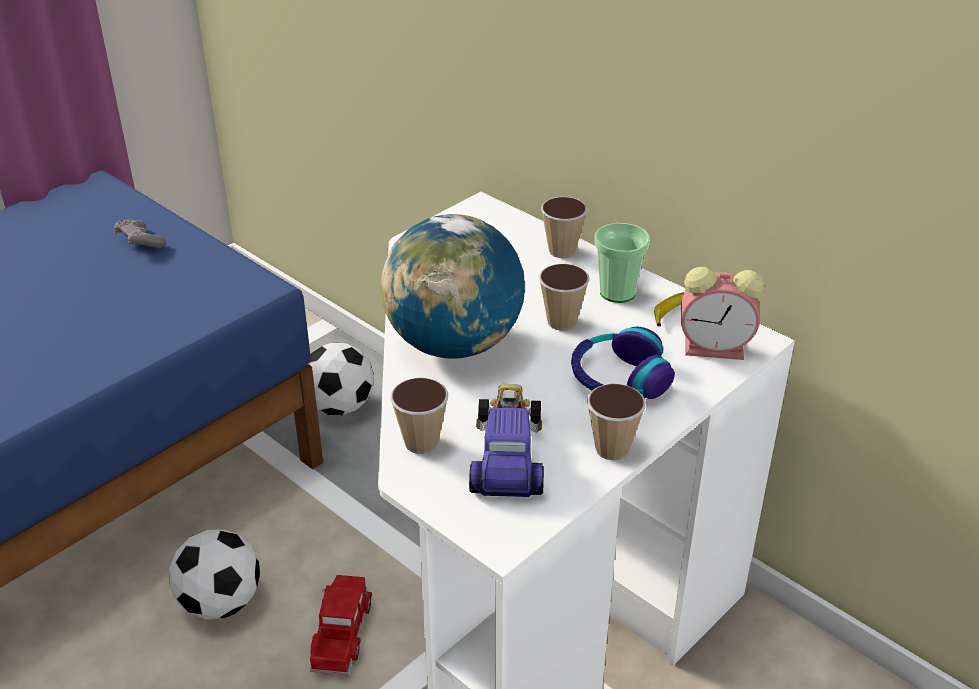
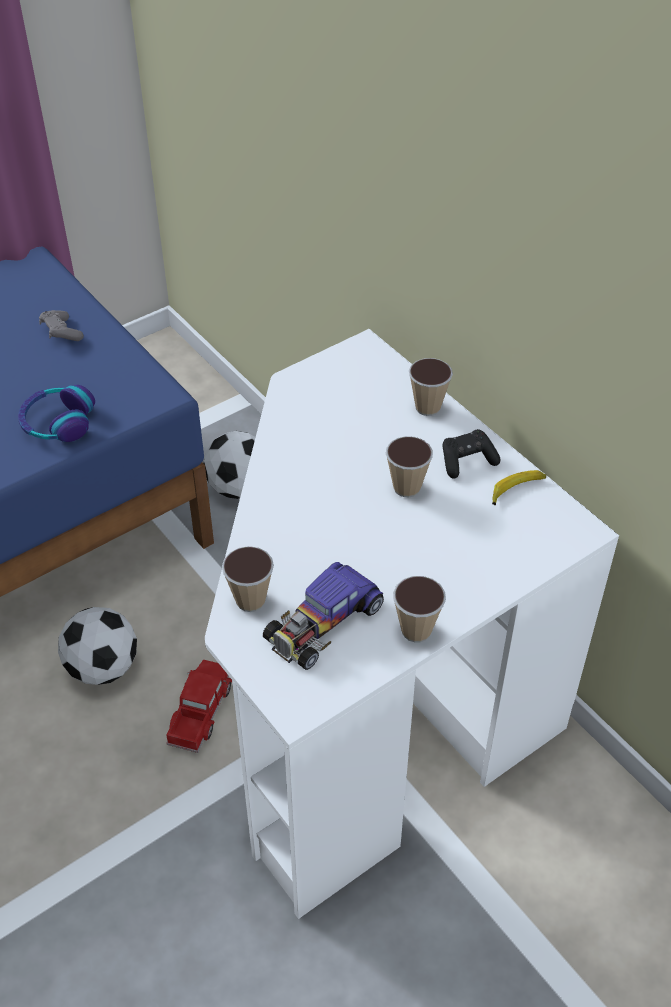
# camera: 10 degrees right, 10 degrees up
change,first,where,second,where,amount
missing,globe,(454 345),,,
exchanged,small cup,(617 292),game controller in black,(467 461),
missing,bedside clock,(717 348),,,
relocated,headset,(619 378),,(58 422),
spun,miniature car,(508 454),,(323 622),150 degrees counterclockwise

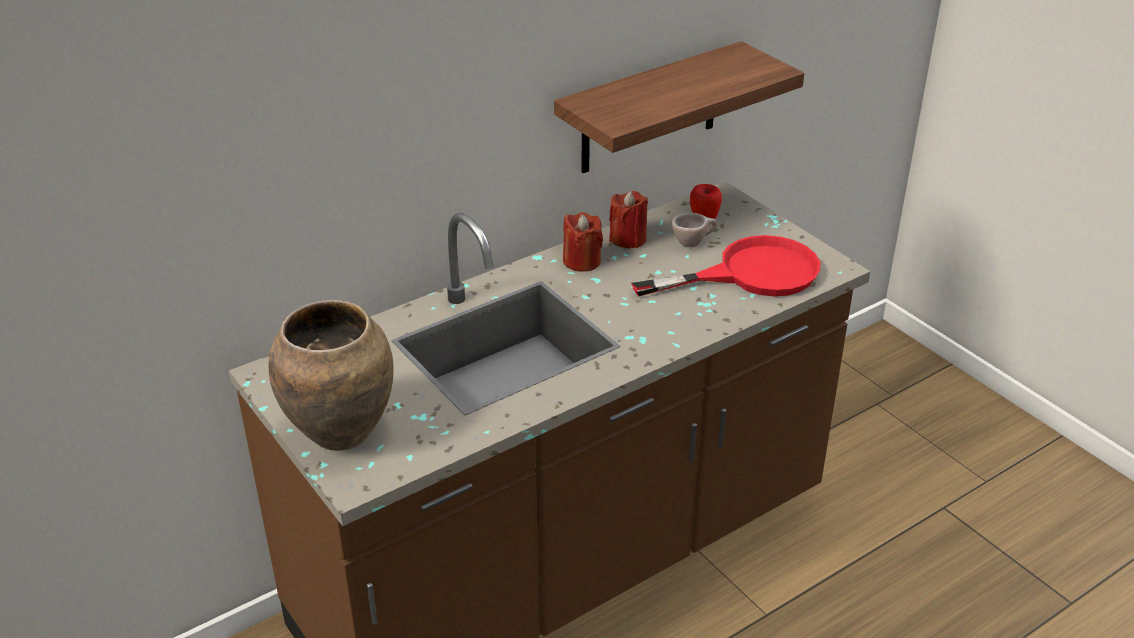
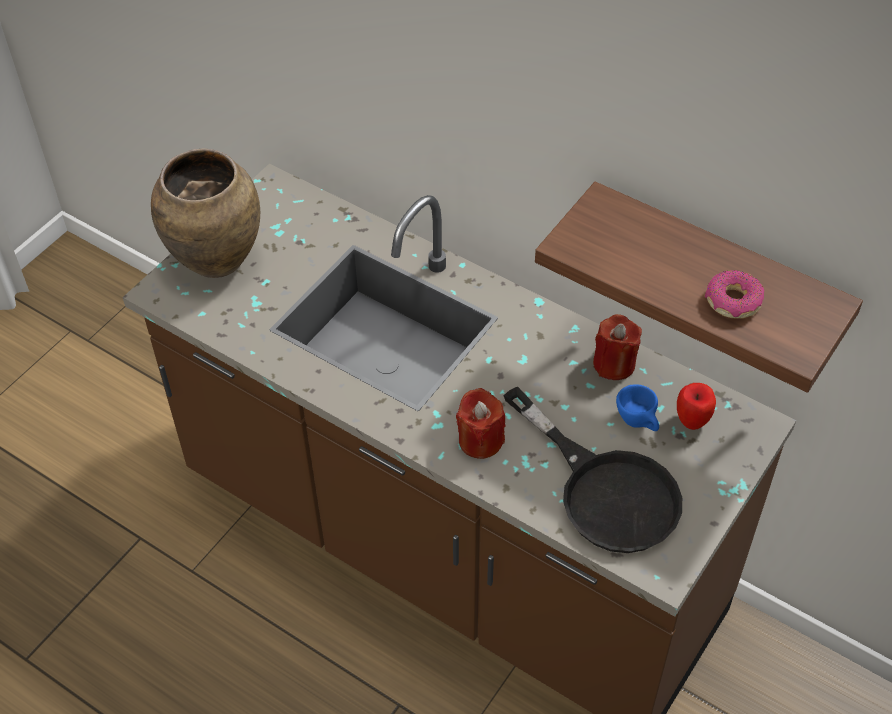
# camera: 70 degrees right, 15 degrees up
change,first,where,second,where,amount
relocated,candle in red-coloured,(582 261),,(480 440),
colour,small cup in beige-coloured,(693 243),small cup in blue-coloured,(639 423),
colour,frying pan in red-coloured,(750 274),frying pan in black,(605 490),
appeared,,,doughnut,(733 301),

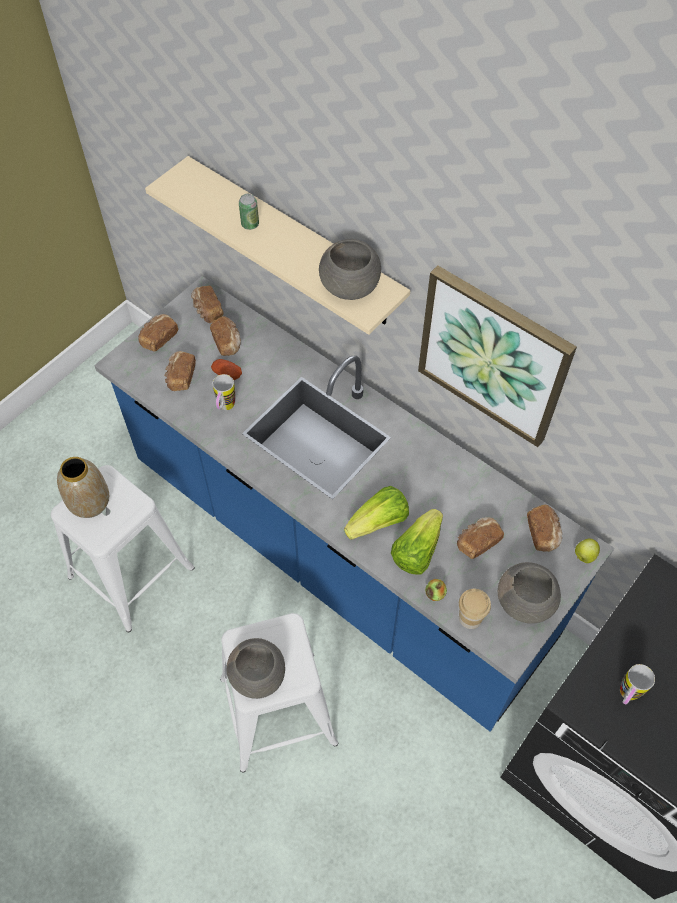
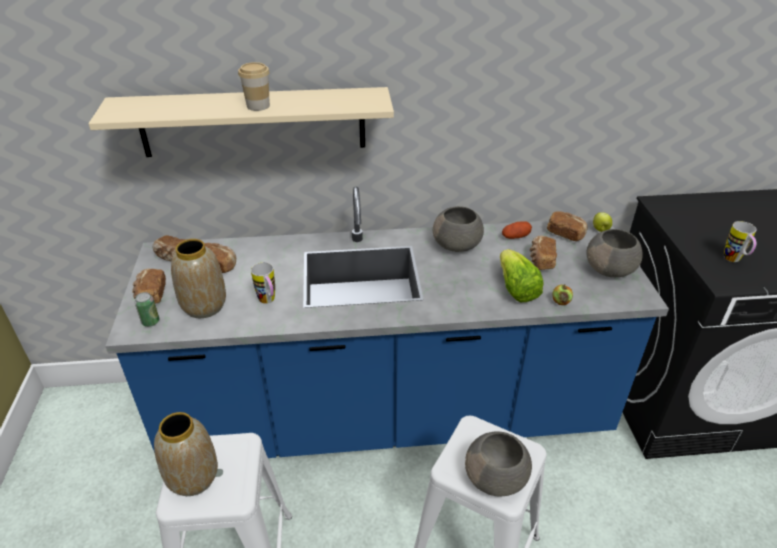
# camera: 45 degrees left, 20 degrees down
change,first,where,second,where,amount
relocated,sealed can,(250 224),,(150 322),
relocated,bowl in gray,(350 287),,(457 245),
missing,wall picture,(493 356),,,
exchanged,baked bread,(180 377),vase,(203 306),
relocated,whole potato,(227 374),,(515 237),
missing,head of lettuce,(378 522),,,
relocated,small cup,(470 617),,(258 106),

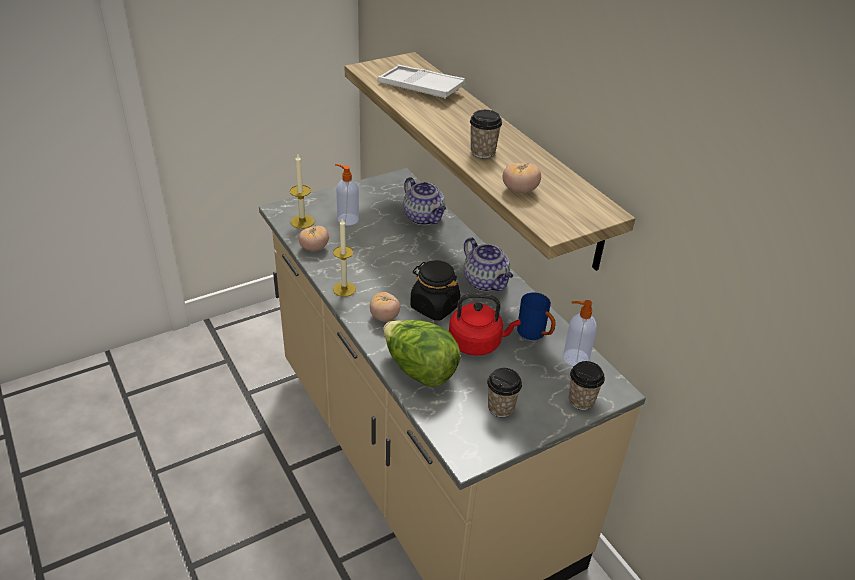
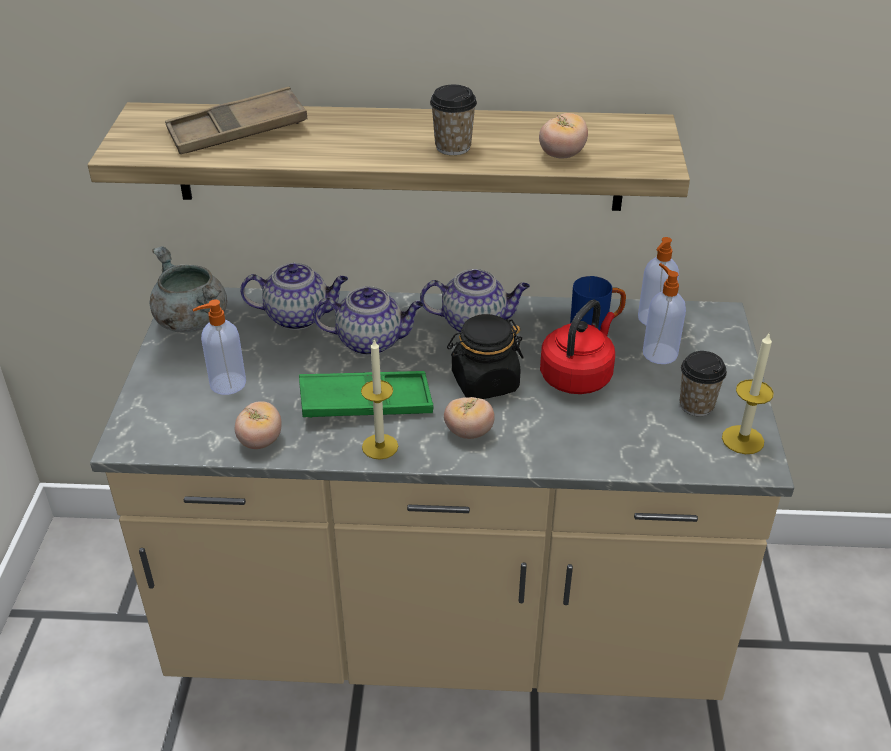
# camera: 55 degrees left, 0 degrees up
change,first,where,second,where,amount
colour,tray in whitish,(420 88),tray in brown-coloured,(238 131),
relocated,candle,(302 221),,(743 440),
missing,head of lettuce,(419 370),,,
missing,small cup,(581 400),,,
appeared,,,cooking pot in gray,(191 321),
appeared,,,liquid soap bottle,(659 353),
appeared,,,pot for tea,(371 341),
appeared,,,tray in greenish,(366 402),

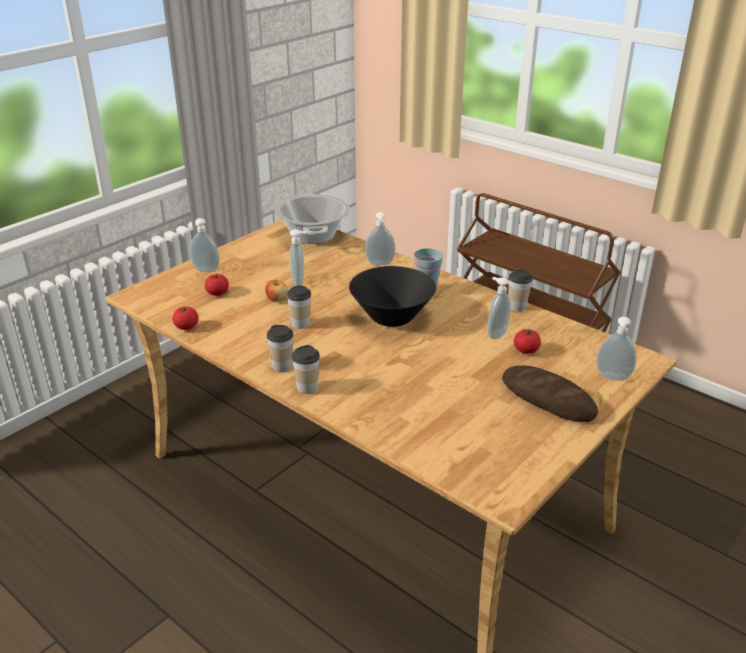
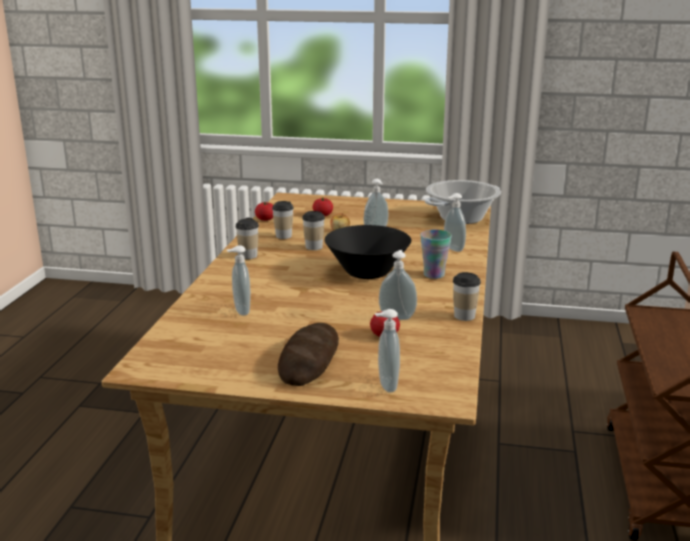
# camera: 60 degrees right, 10 degrees down
change,first,where,second,where,amount
relocated,liquid soap bottle,(205 271),,(240 311),
relocated,small cup,(307 387),,(283 236),

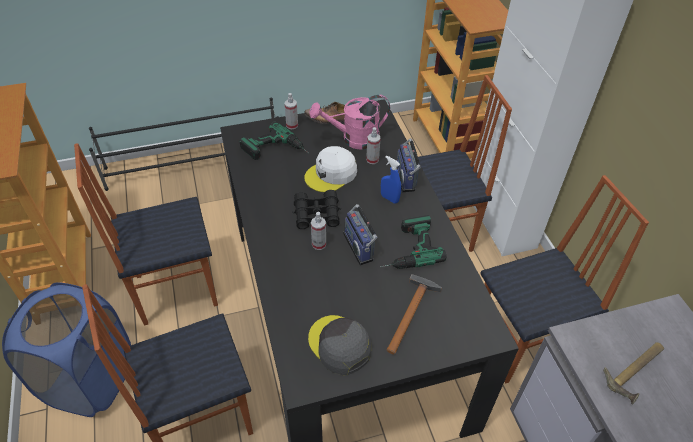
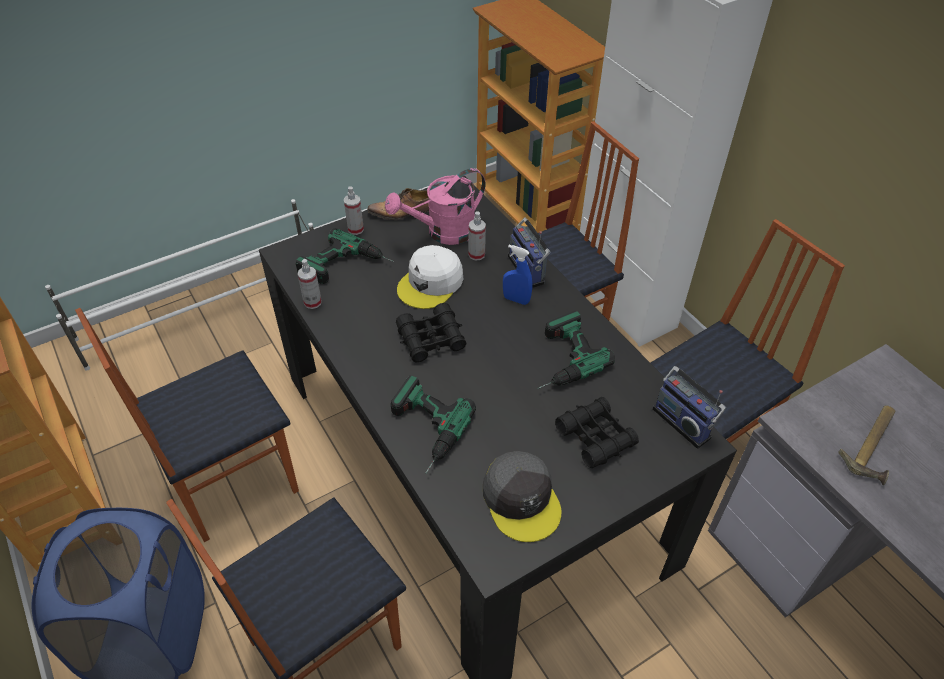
# camera: 15 degrees left, 0 degrees up
change,first,where,second,where,amount
colour,shoe rack in black,(195 163),shoe rack in whitish,(204 307),
relocated,radio,(360 246),,(683 421),
relocated,spray bottle,(319 244),,(312 302),
exchanged,tool hammer,(411 312),binoculars in black,(595 437),
spun,peaked cap in gray,(339 345),,(521 500),150 degrees counterclockwise
appeared,,,drill,(422 431),

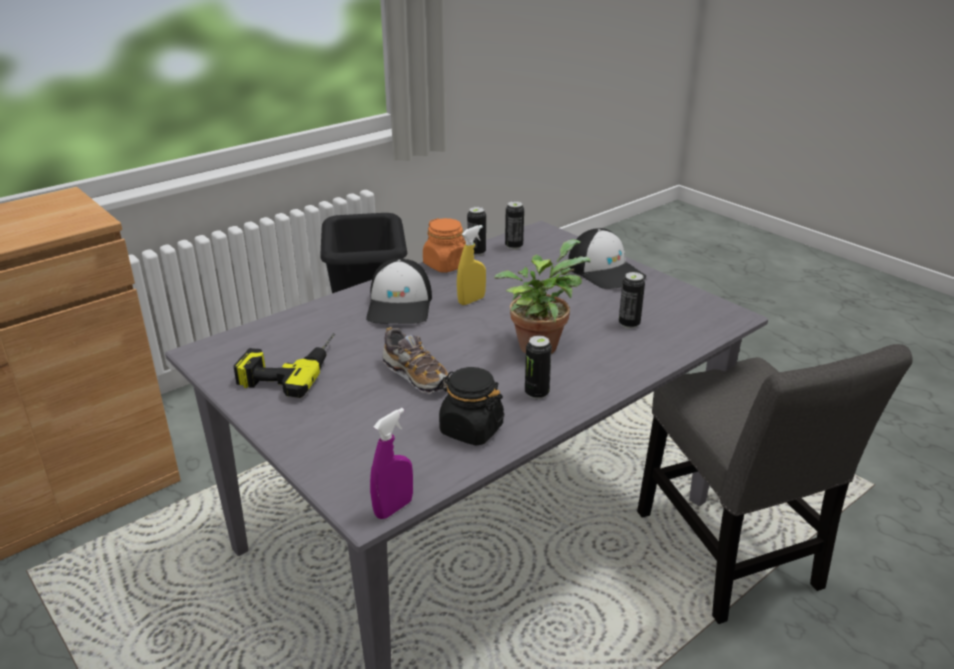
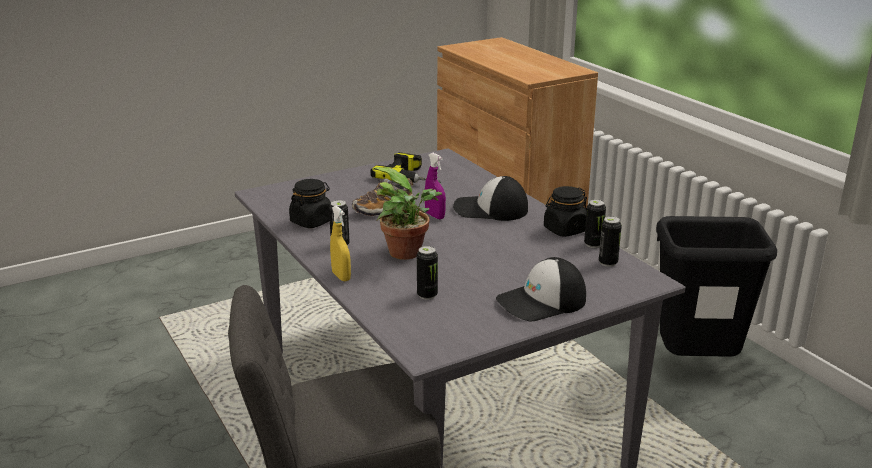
# camera: 100 degrees right, 5 degrees down
change,first,where,second,where,amount
colour,jar in orange,(446 265),jar in black,(565 230),
relocated,spray bottle in yellow,(471 300),,(341 276),
relocated,spray bottle in purplish,(393 508),,(435 216),

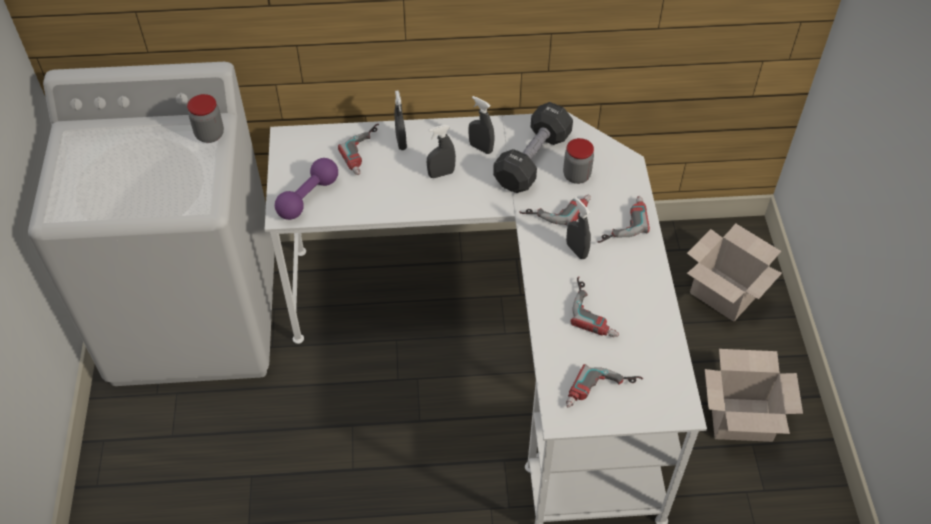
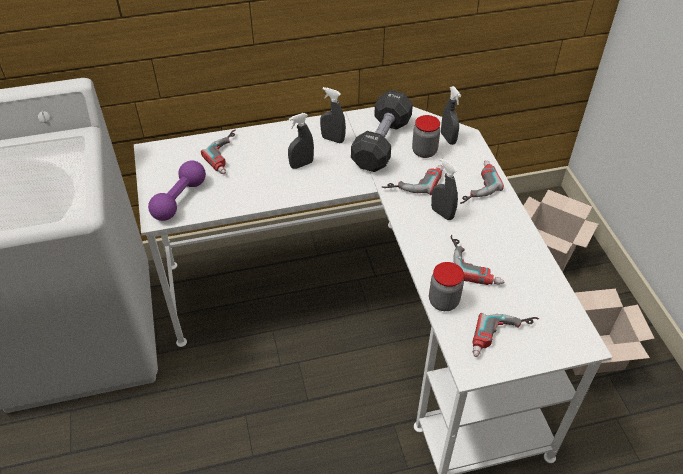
# camera: 10 degrees left, 5 degrees down
change,first,where,second,where,amount
relocated,spray bottle in gray,(401 142),,(448 138),
relocated,jar,(210 134),,(443 301),

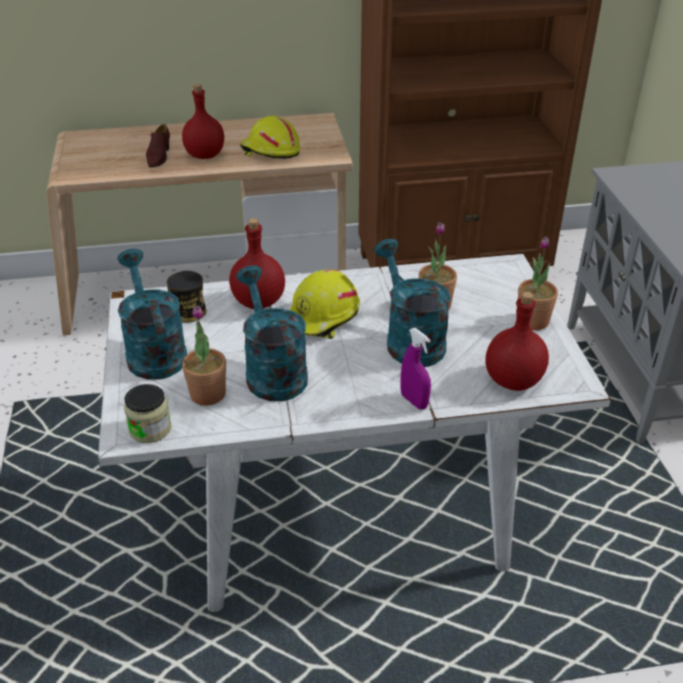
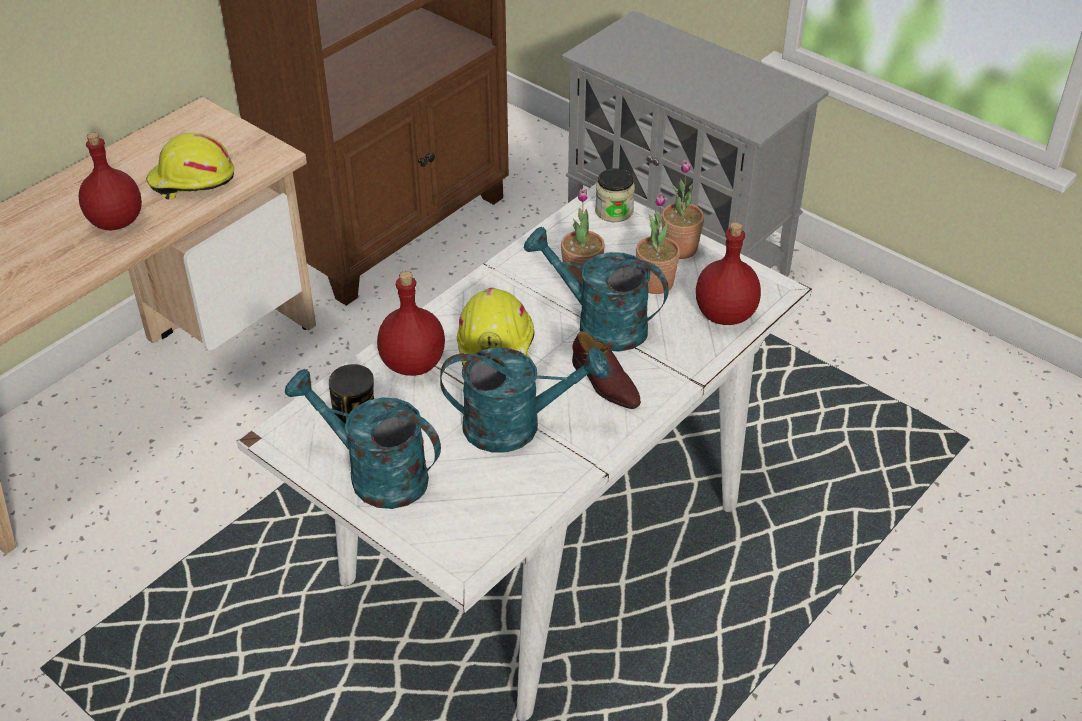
# camera: 40 degrees left, 5 degrees up
change,first,where,second,where,amount
relocated,shoe in brown-coloured,(158 156),,(604 384),
spun,sprinkling can in blue-green,(272 371),,(516 426),150 degrees clockwise
relocated,plant in a pot,(208 394),,(655 283),
missing,spray bottle in purplish,(414 401),,,
relocated,jar,(150 429),,(614 211),

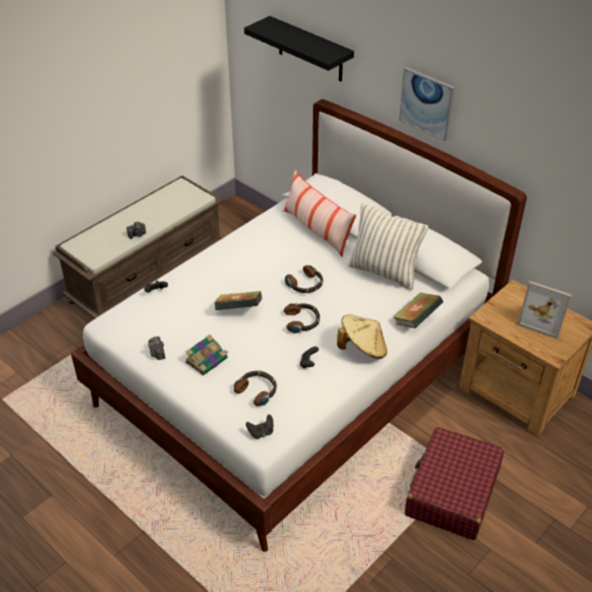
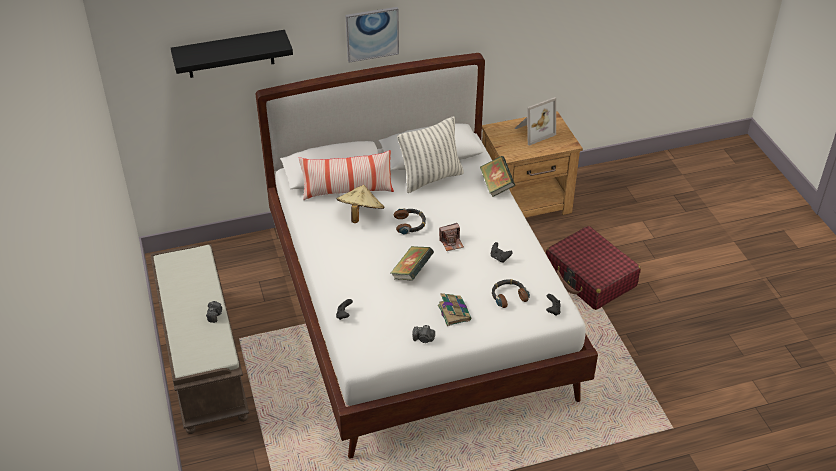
# camera: 60 degrees left, 0 degrees up
change,first,where,second,where,amount
exchanged,headset,(302 321),still camera,(451 243),
relocated,wearable hat in beige-coloured,(363 348),,(360 214),

